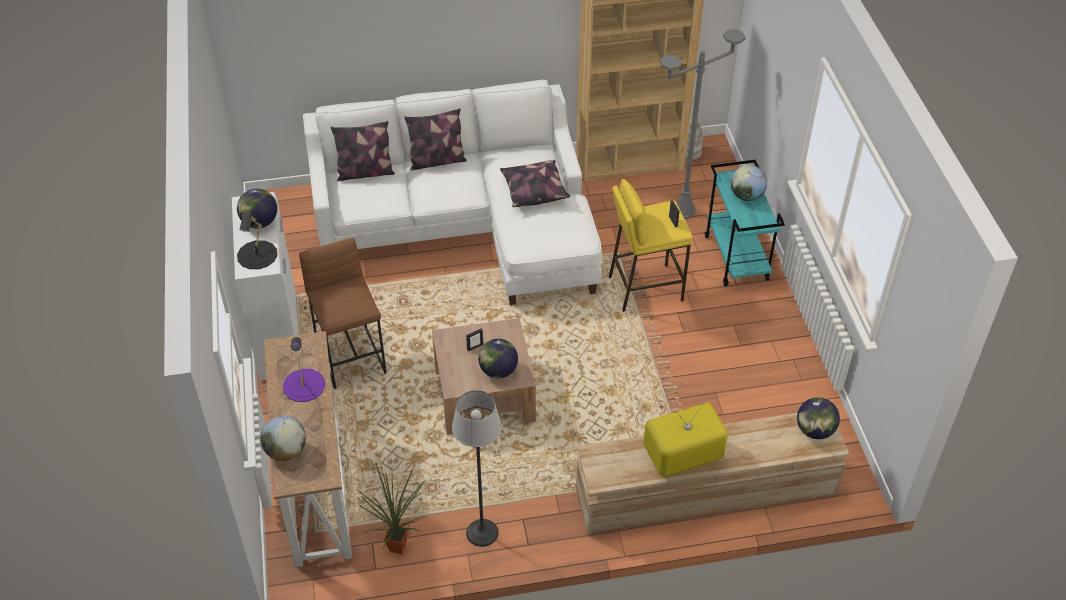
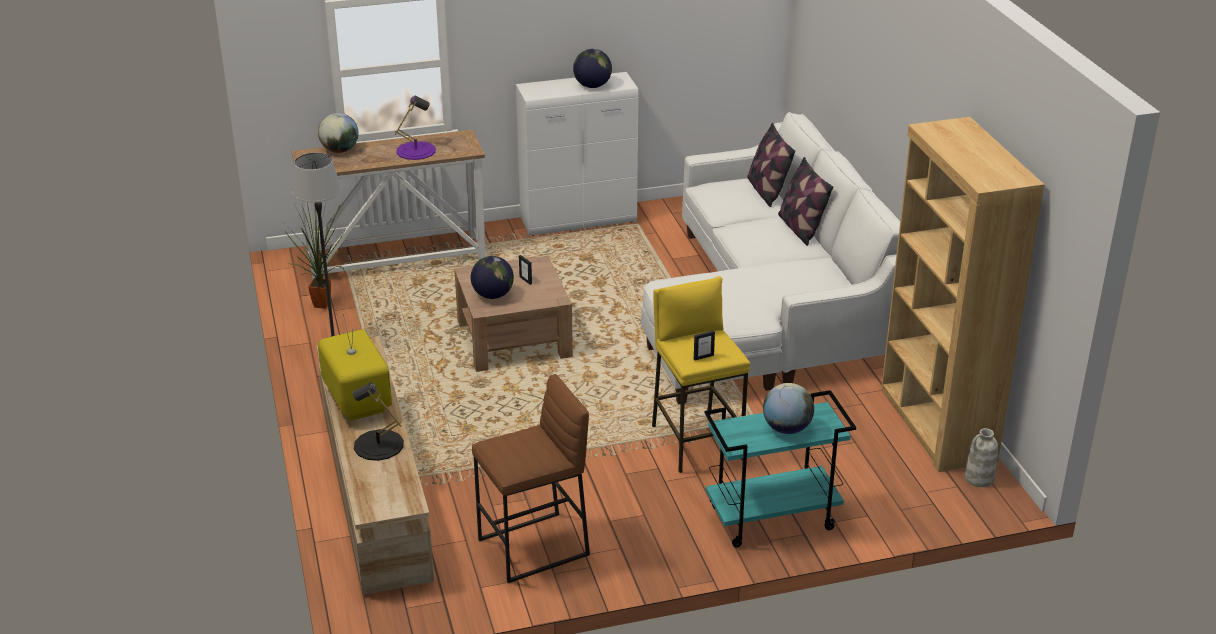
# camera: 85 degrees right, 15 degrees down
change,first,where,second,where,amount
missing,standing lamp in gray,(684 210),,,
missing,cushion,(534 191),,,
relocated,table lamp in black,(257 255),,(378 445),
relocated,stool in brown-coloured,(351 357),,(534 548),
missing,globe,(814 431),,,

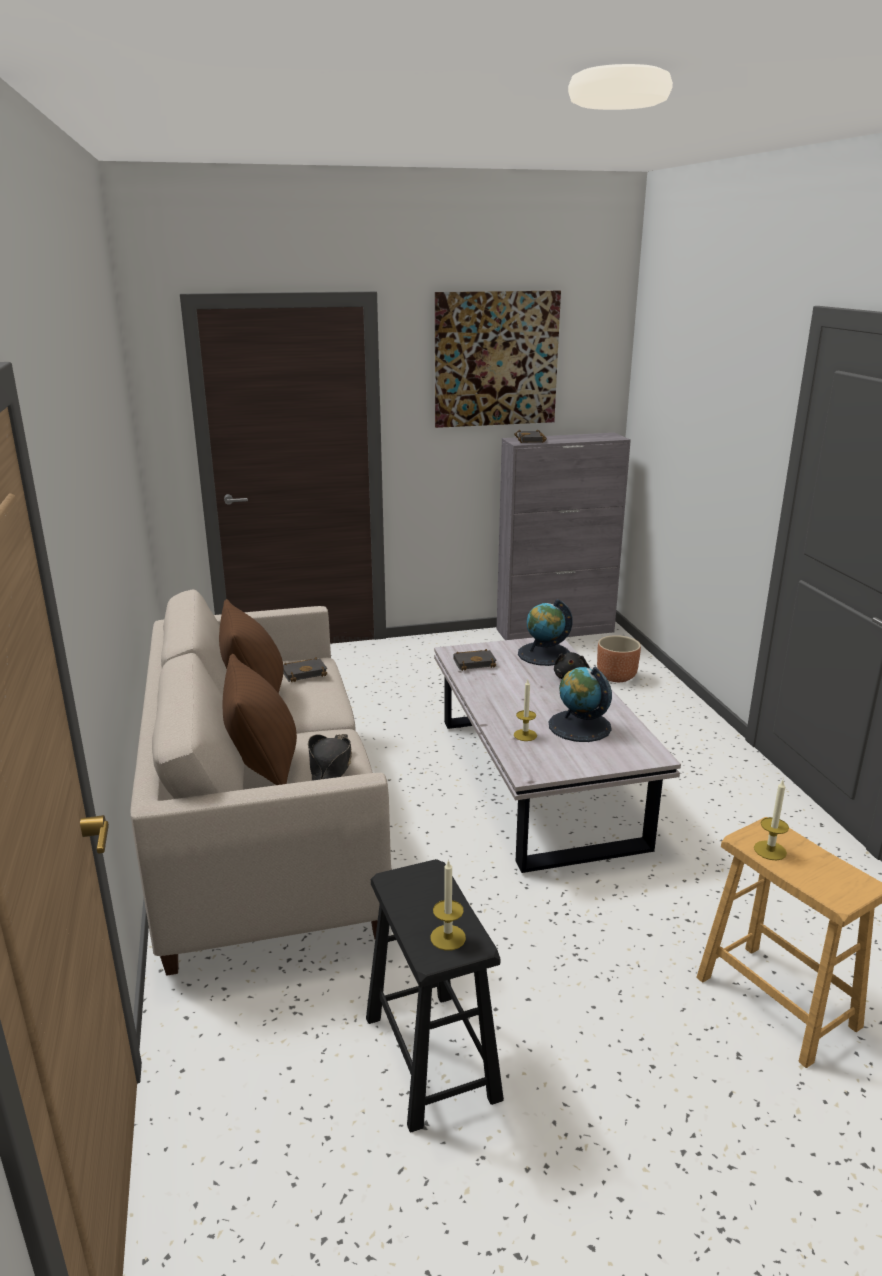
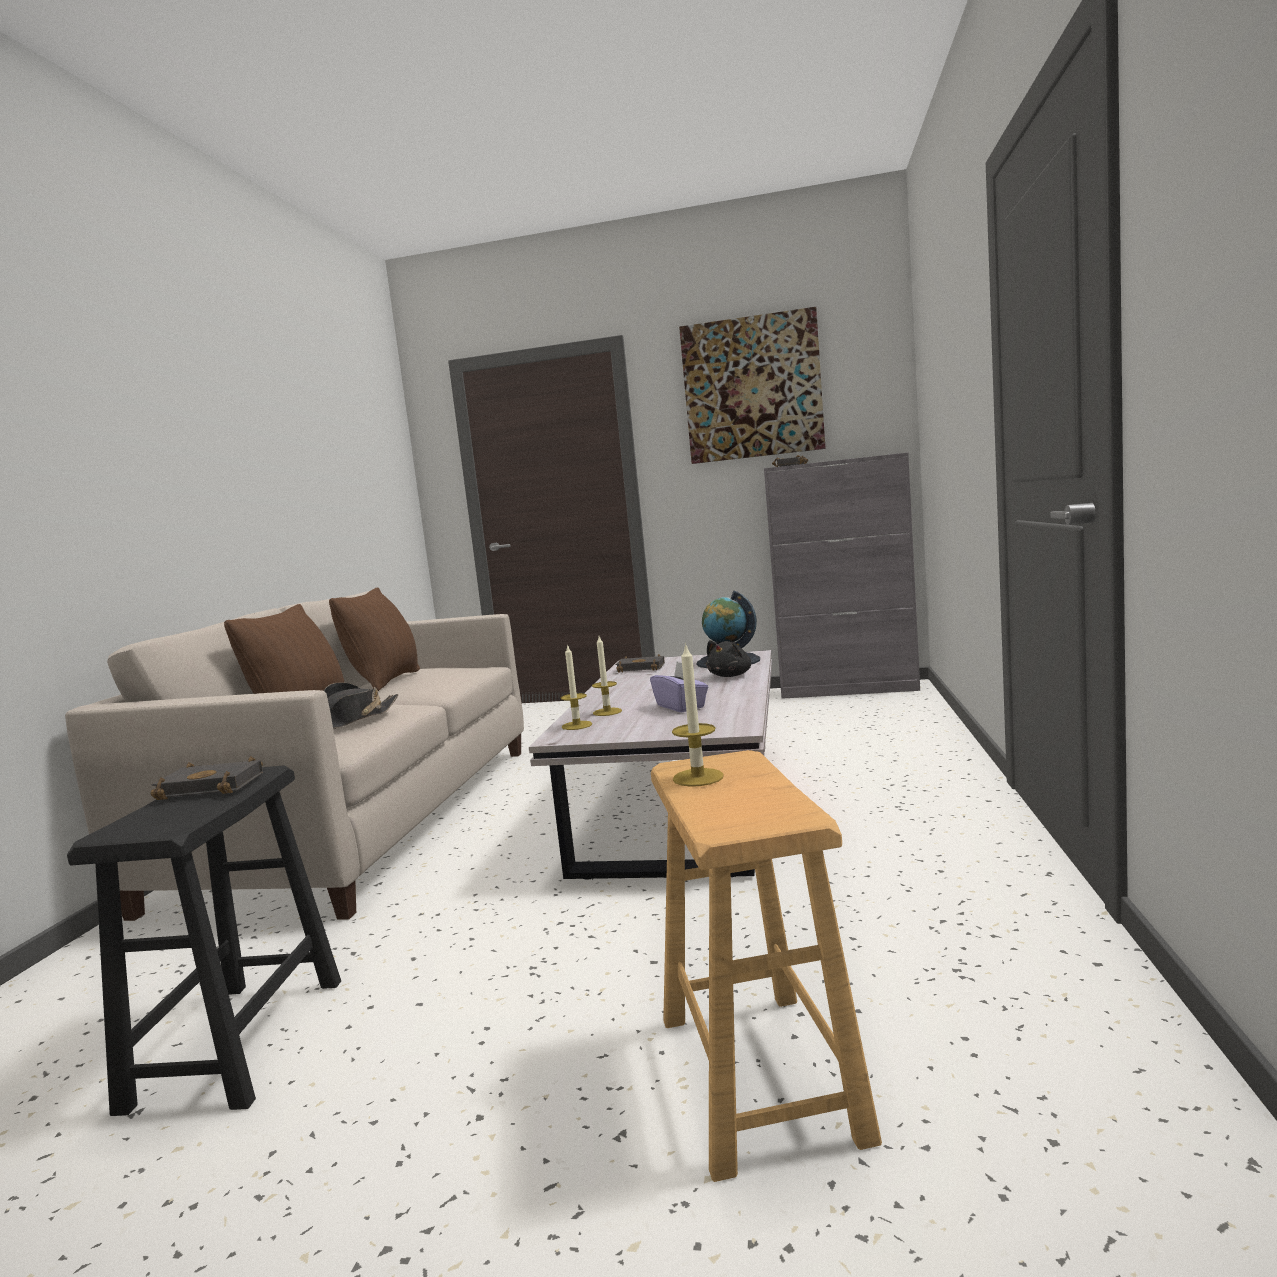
# camera: 25 degrees right, 15 degrees down
change,first,where,second,where,amount
missing,planter in brown-coloured,(616 677),,,
relocated,bound book in black,(305 672),,(215 785),
exchanged,globe,(579 726),tissue box in purplish,(681 706),
relocated,candle,(448 937),,(577 725),

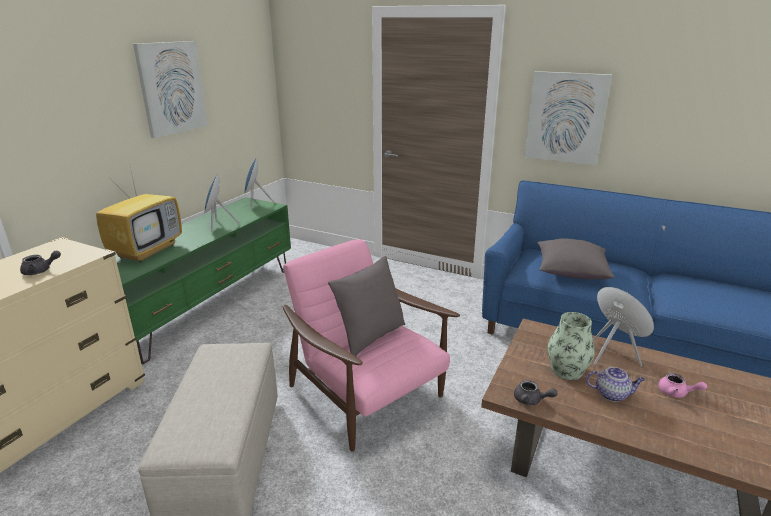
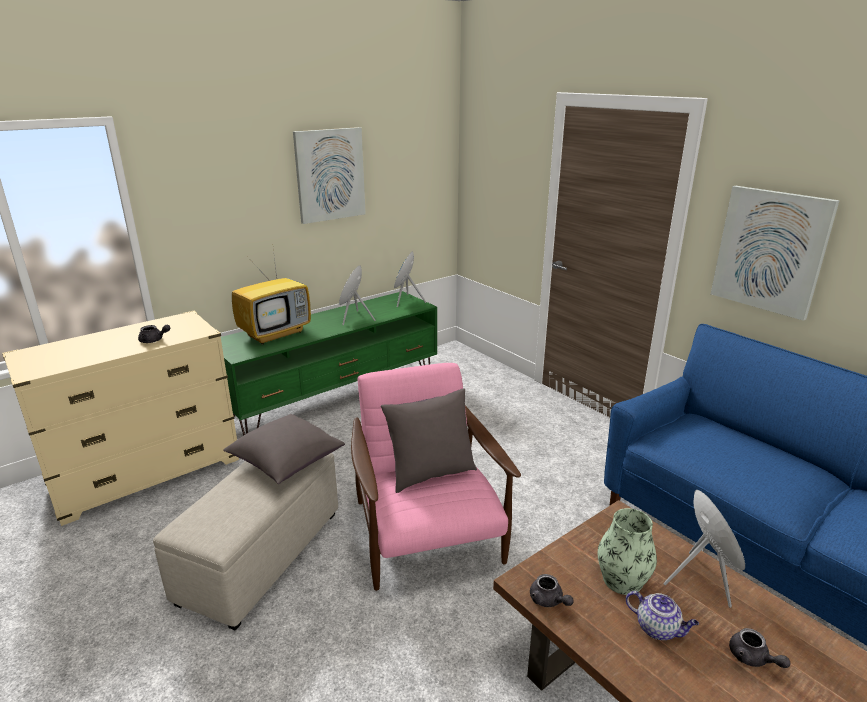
# camera: 25 degrees right, 0 degrees up
change,first,where,second,where,amount
relocated,cushion in gray,(571 272),,(286 462),
colour,pot for tea in pink-coloured,(676 393),pot for tea in gray,(752 658),

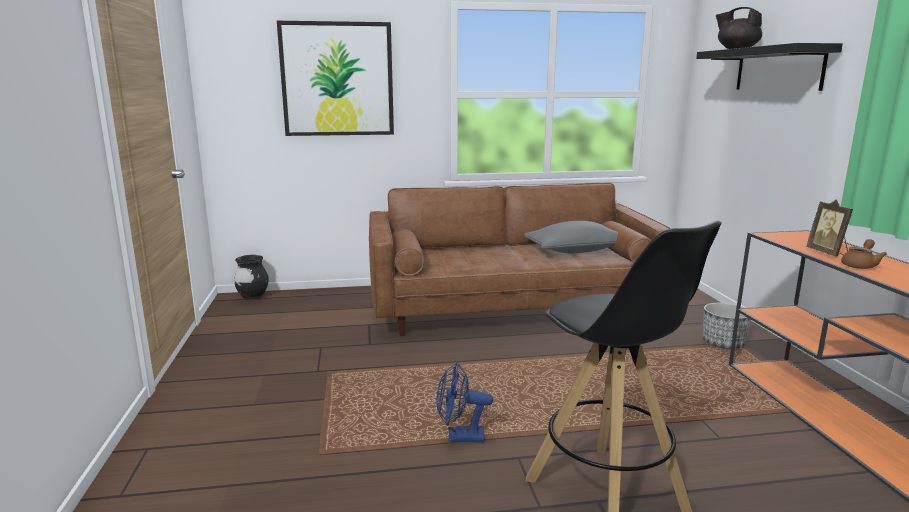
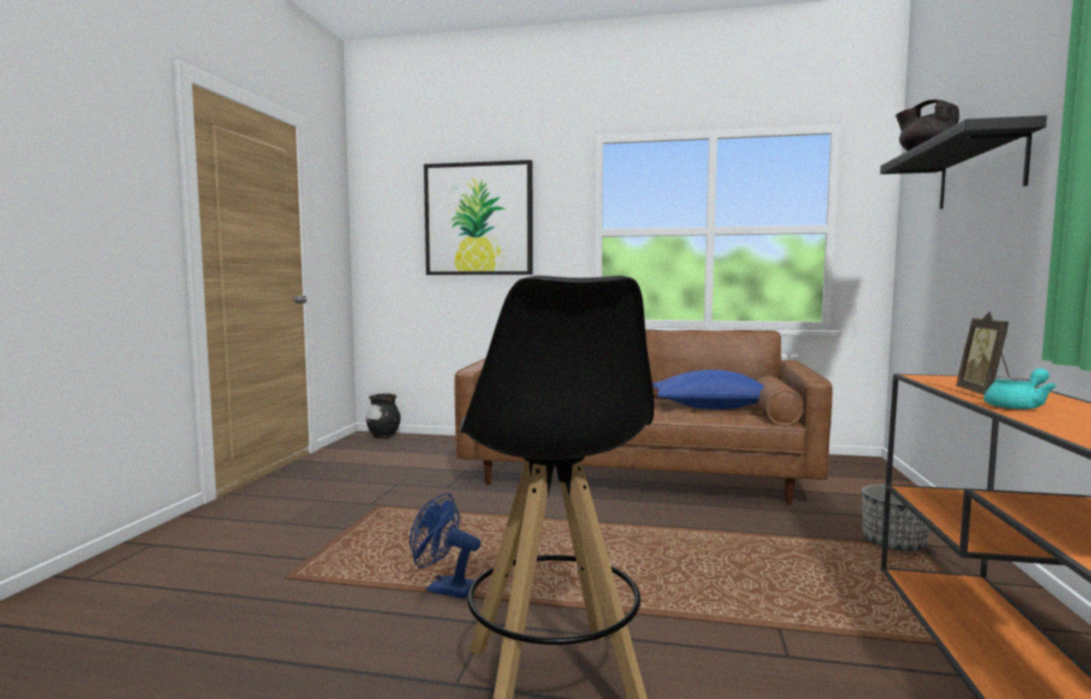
# camera: 20 degrees right, 10 degrees down
change,first,where,second,where,amount
colour,cushion in gray,(575 251),cushion in blue-coloured,(712 407),
colour,pot for tea in brown-coloured,(860 265),pot for tea in blue-green,(1018 406),

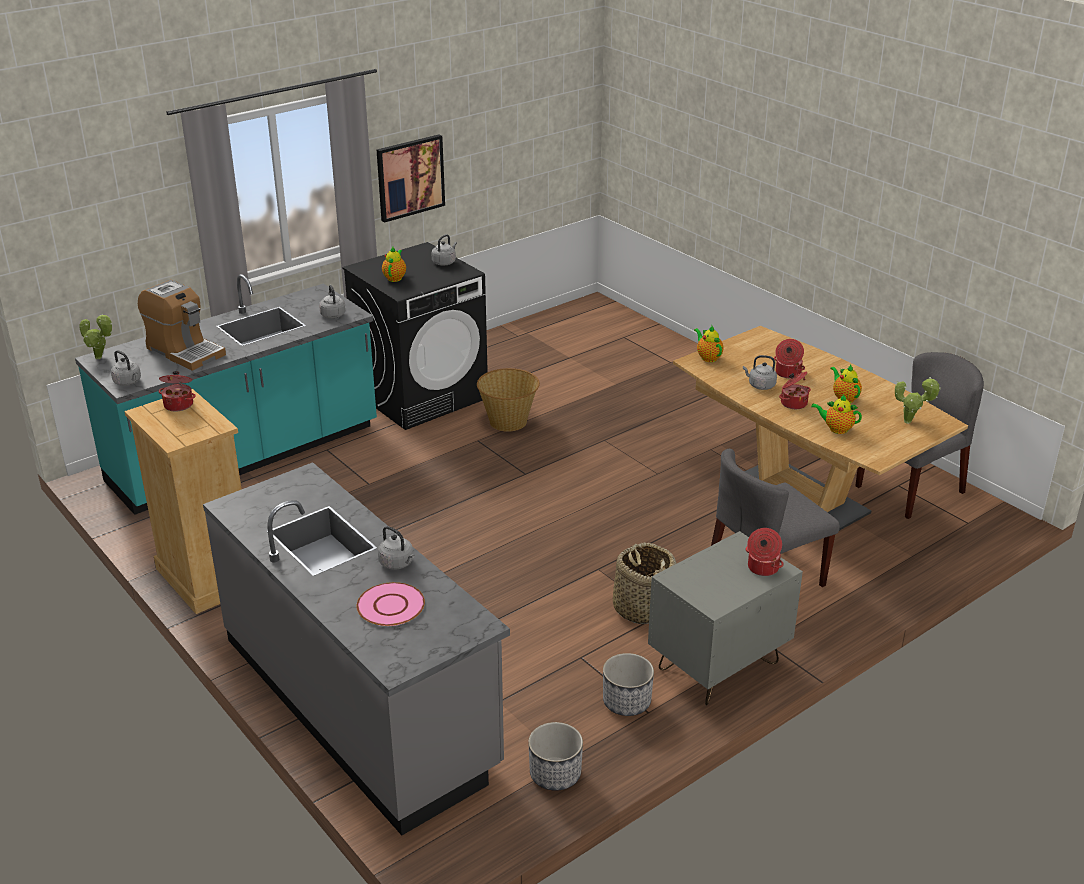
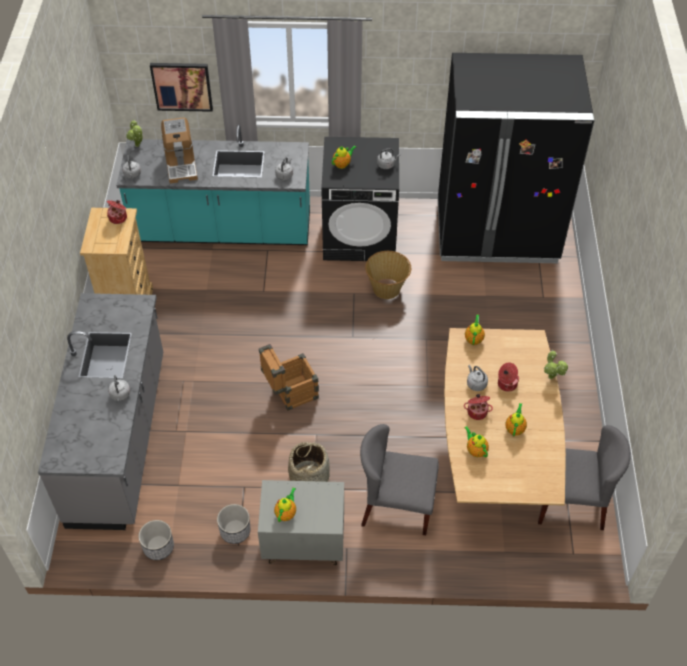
# camera: 40 degrees right, 20 degrees up
change,first,where,second,where,amount
relocated,wall picture,(410 177),,(182 86),
relocated,plant in a pot,(910 422),,(551 378),
missing,cooking pot,(762 568),,,
missing,plate in pink-coloured,(390 605),,,
appeared,,,refrigerator in black,(497 232),
appeared,,,crate,(290 394),
appeared,,,pot for tea,(286 513),

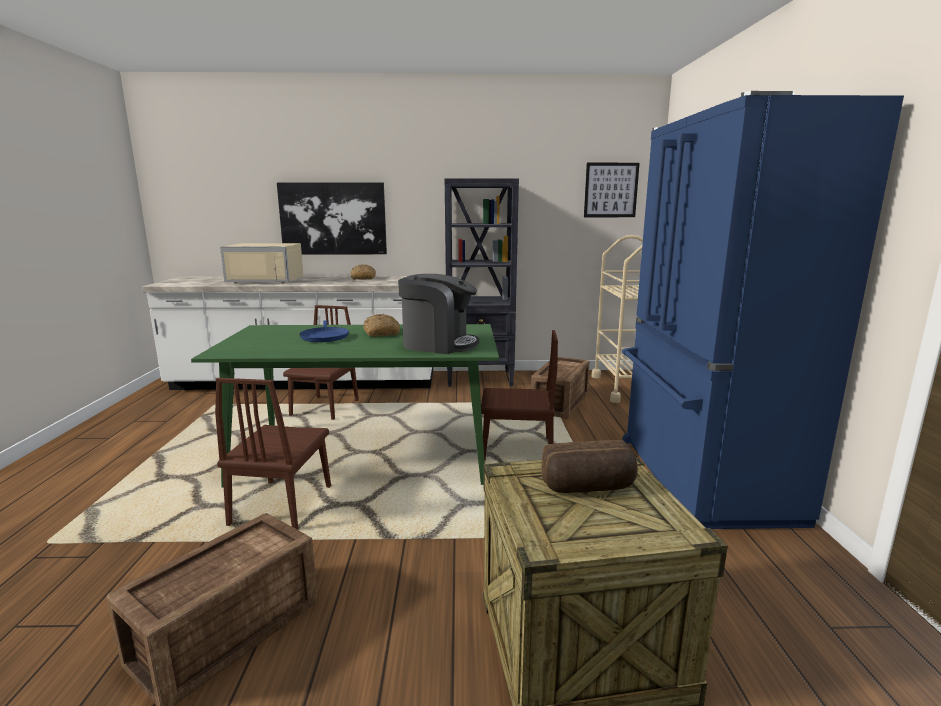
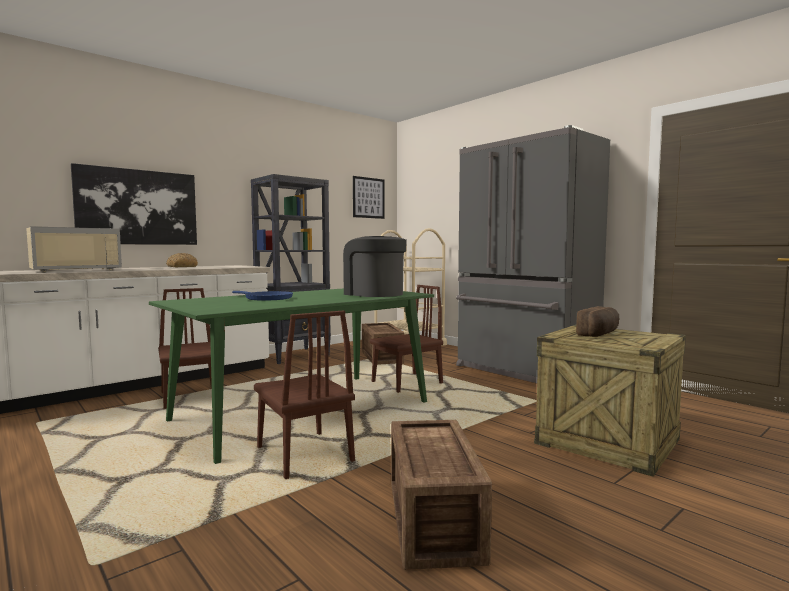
# camera: 40 degrees left, 10 degrees down
change,first,where,second,where,amount
colour,refrigerator in blue-coloured,(699 478),refrigerator in gray,(523 371),
spun,coffee maker,(438 344),,(373 294),105 degrees counterclockwise
missing,baked bread,(380 333),,,

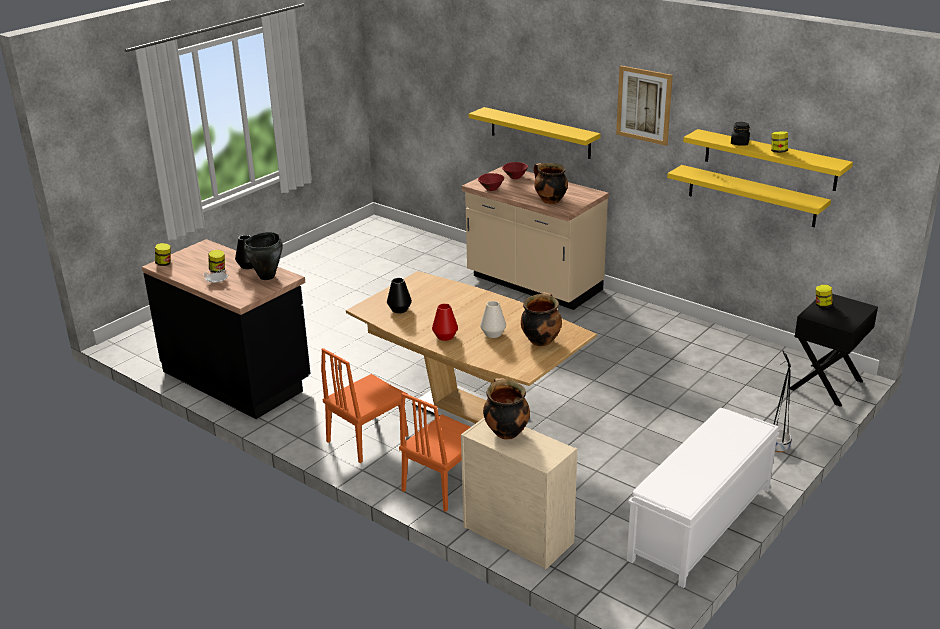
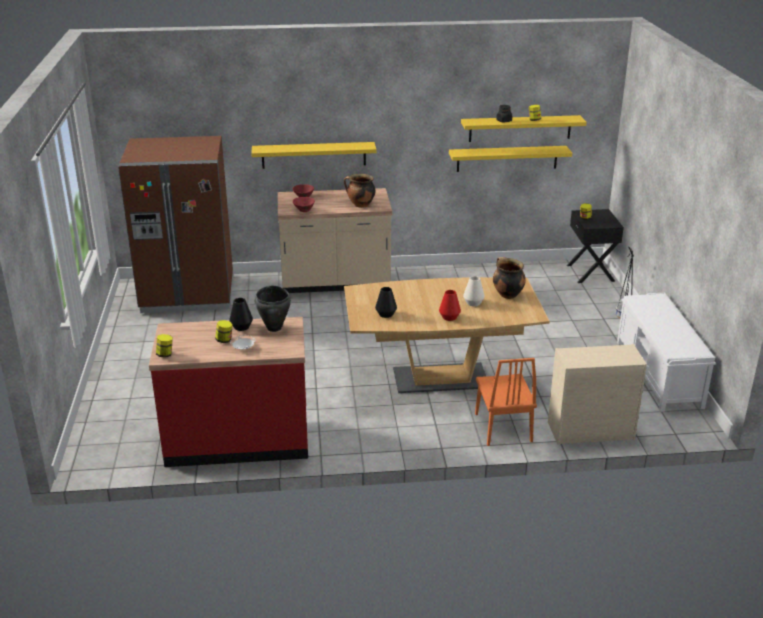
# camera: 45 degrees left, 0 degrees up
change,first,where,second,where,amount
missing,wall picture,(644 105),,,
colour,kitchen counter in black,(237 378),kitchen counter in red-coloured,(238 439),
missing,chair in orange,(367 438),,,
missing,cooking pot,(505 432),,,
appeared,,,refrigerator in brown-coloured,(188 295),

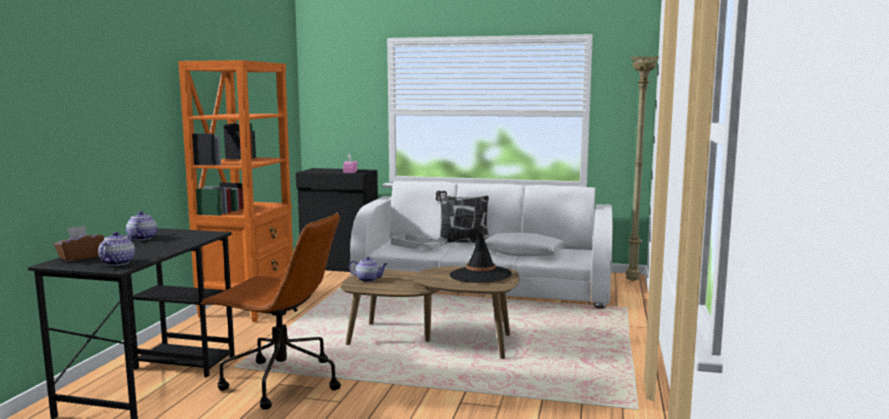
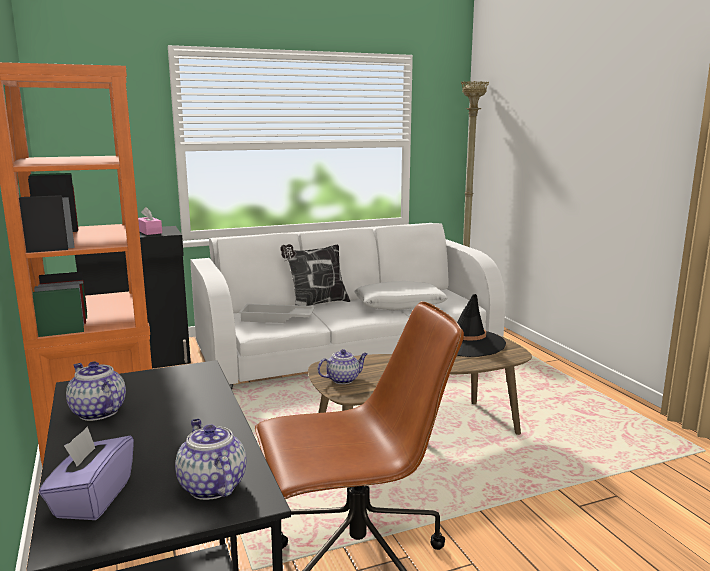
# camera: 35 degrees left, 5 degrees up
change,first,where,second,where,amount
colour,tissue box in brown-coloured,(80 257),tissue box in purplish,(92 498),

